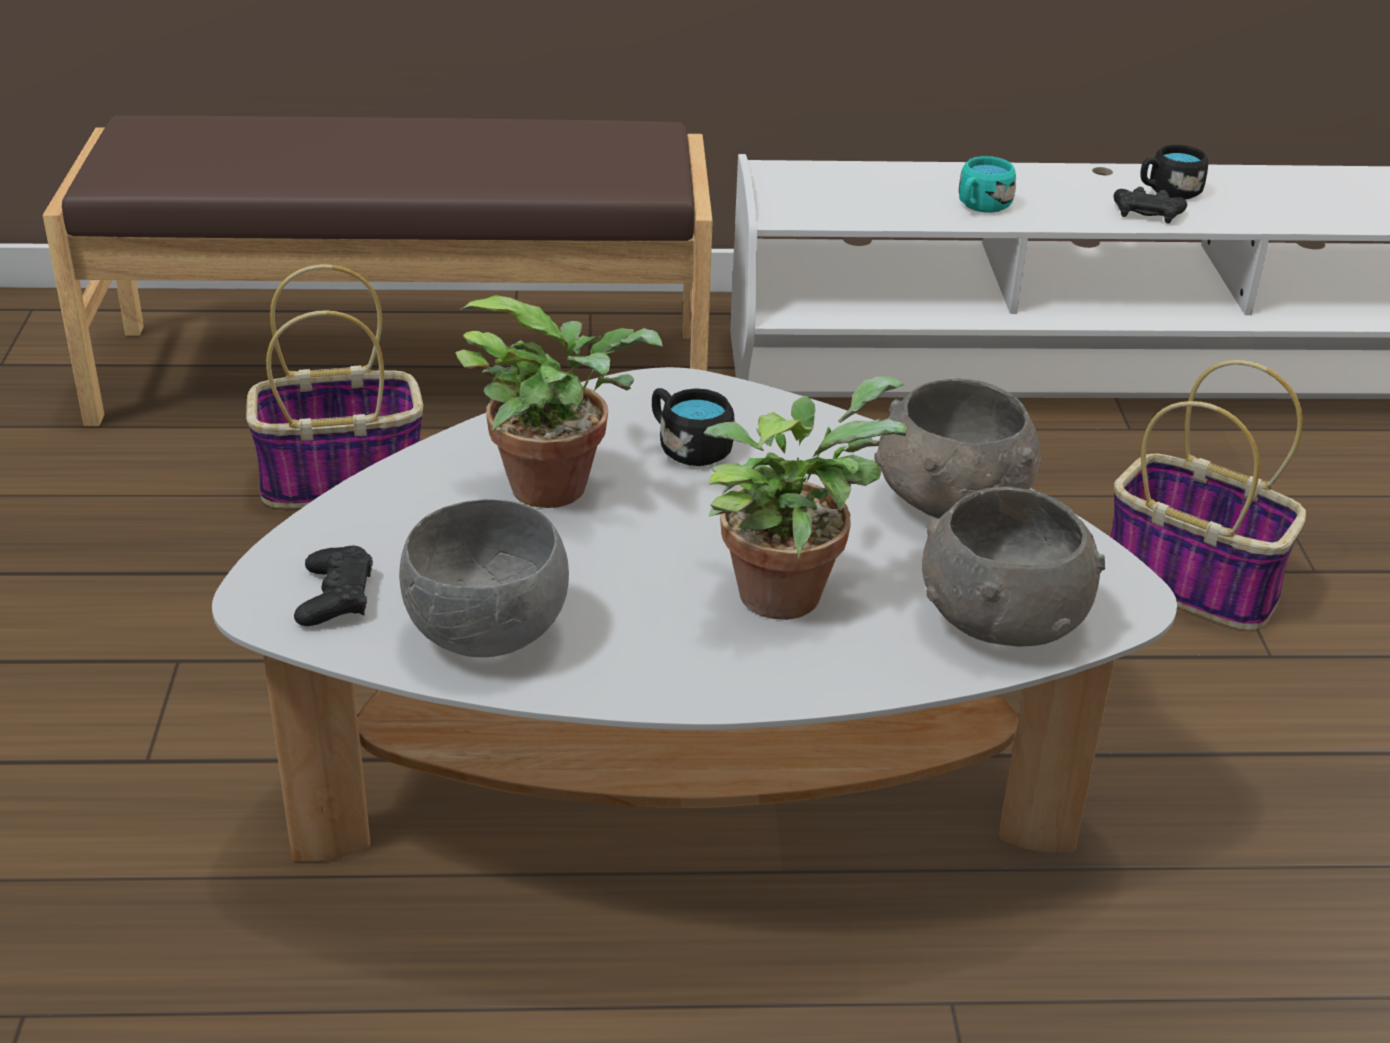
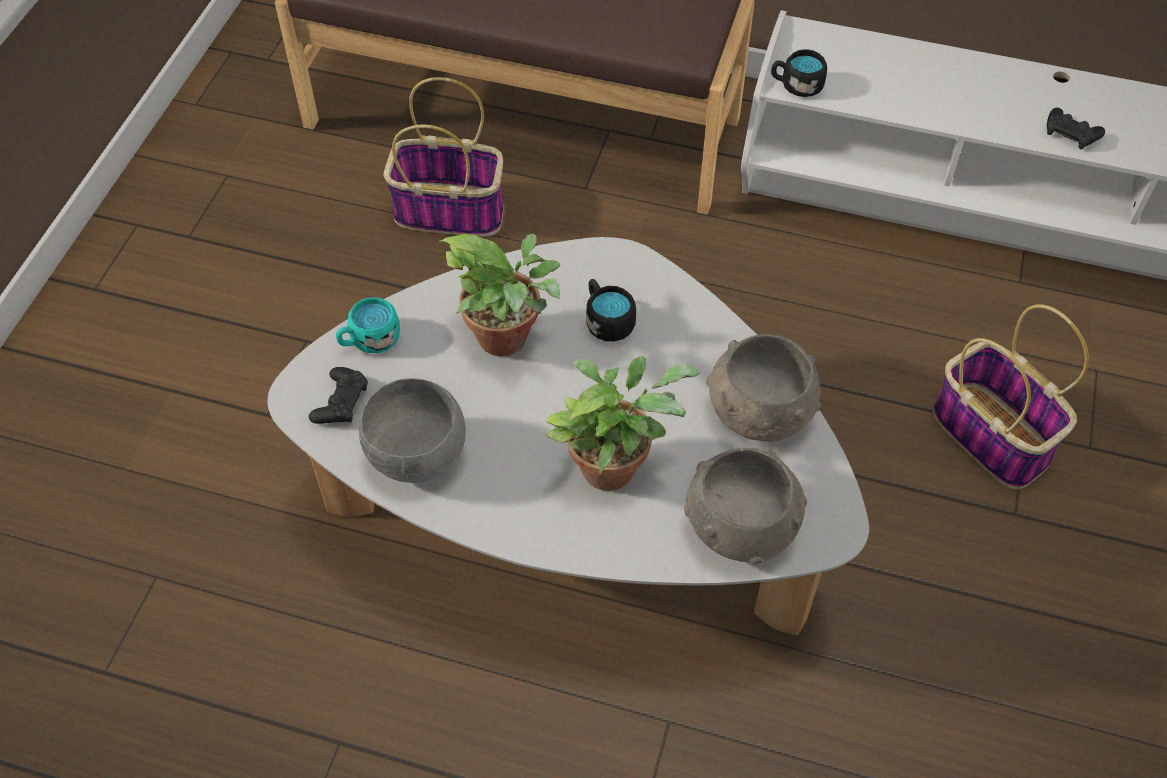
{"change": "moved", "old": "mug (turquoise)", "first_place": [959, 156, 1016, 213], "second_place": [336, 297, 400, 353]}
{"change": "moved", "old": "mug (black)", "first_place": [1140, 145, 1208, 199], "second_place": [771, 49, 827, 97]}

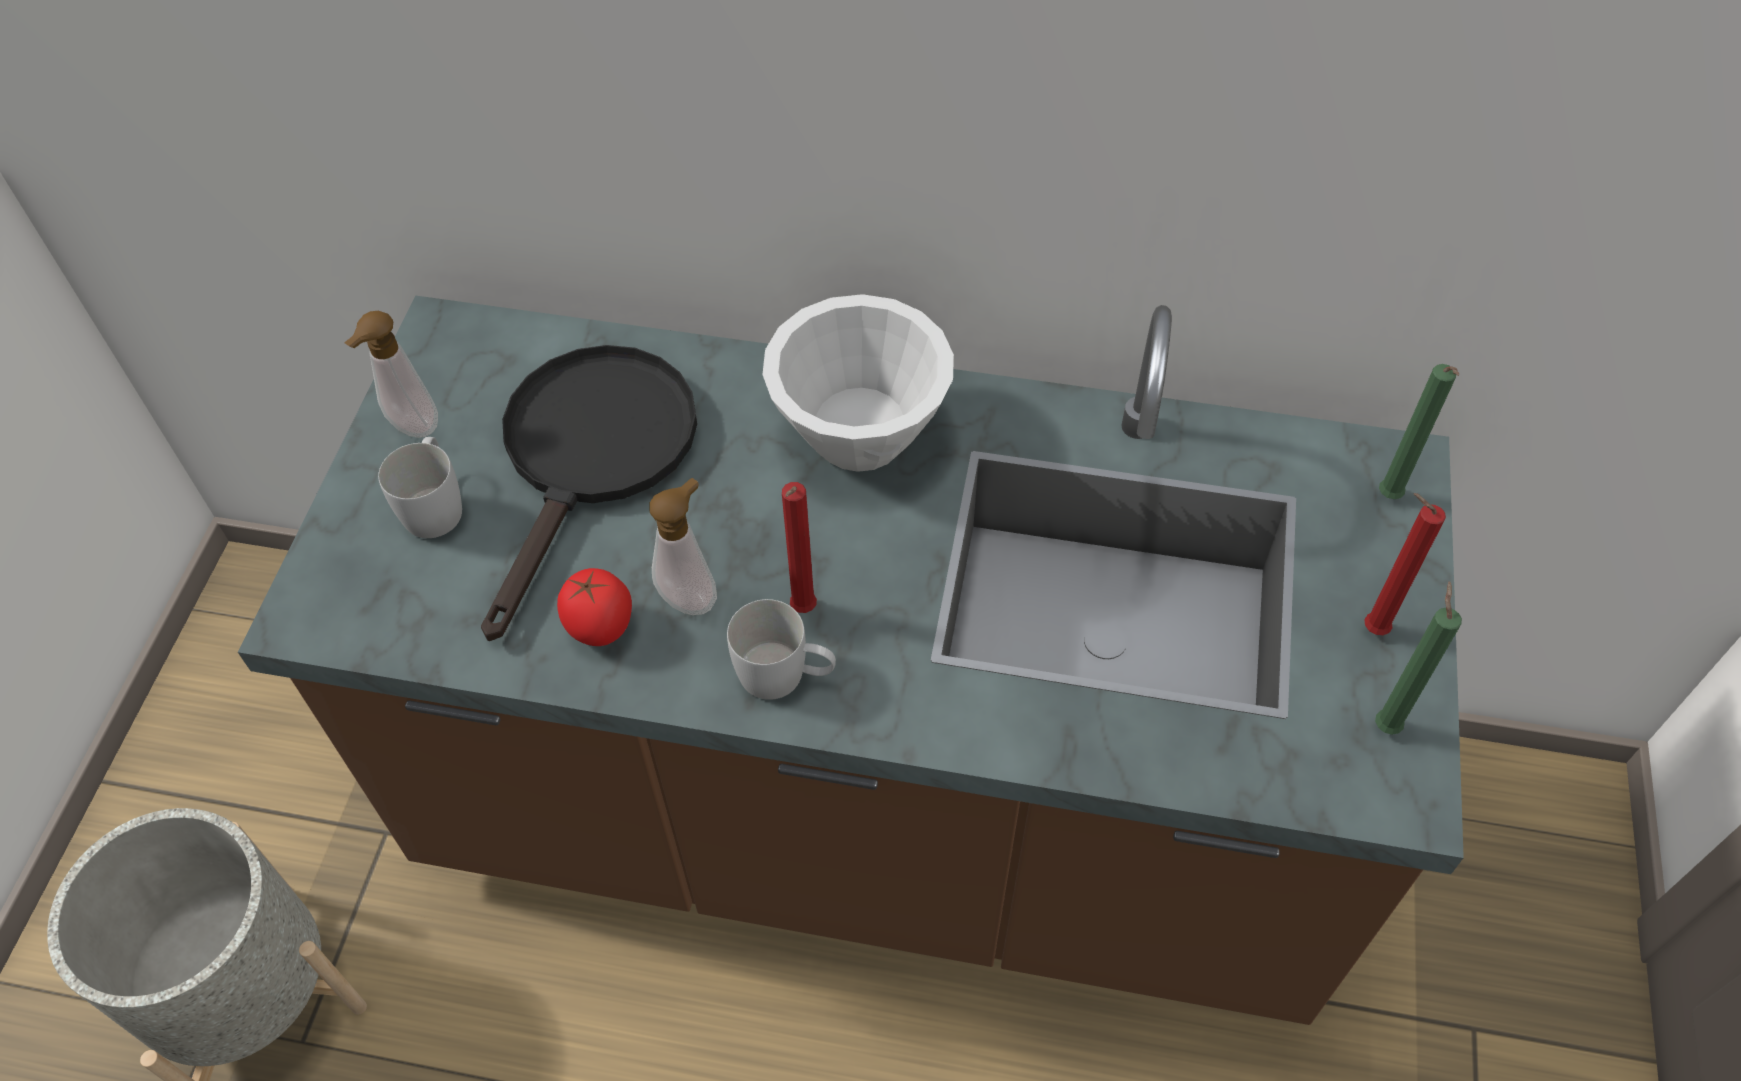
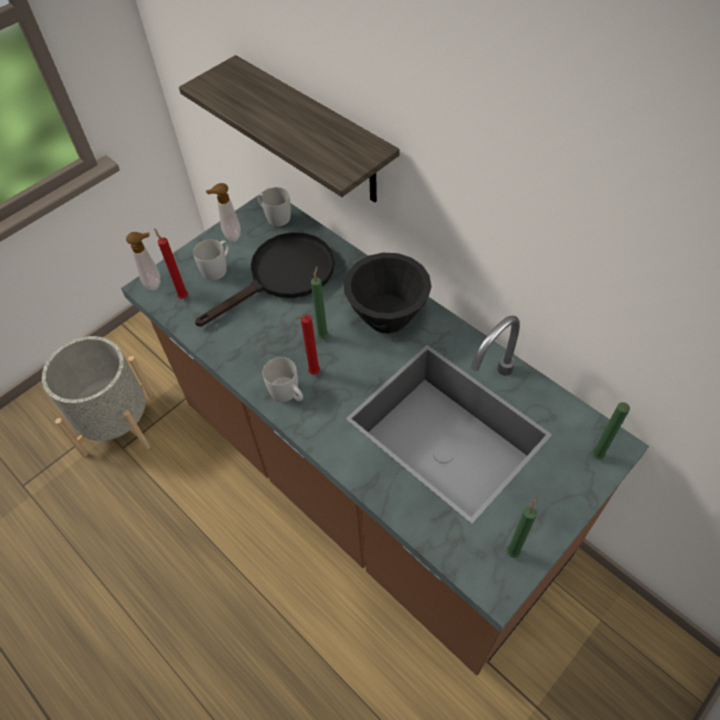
{"change": "moved", "old": "soap dispenser", "first_place": [649, 478, 717, 615], "second_place": [126, 232, 160, 290]}
{"change": "moved", "old": "candle (red)", "first_place": [1365, 493, 1446, 635], "second_place": [154, 228, 188, 299]}
{"change": "added", "new": "shelf", "second_place": [179, 55, 399, 202]}
{"change": "added", "new": "mug (white)", "second_place": [257, 187, 291, 226]}
{"change": "added", "new": "candle (green)", "second_place": [311, 266, 329, 339]}
{"change": "recoloured", "old": "bowl (white)", "new": "bowl (black)", "first_place": [762, 294, 954, 472], "second_place": [343, 253, 432, 333]}
{"change": "removed", "old": "tomato", "first_place": [557, 568, 632, 646]}

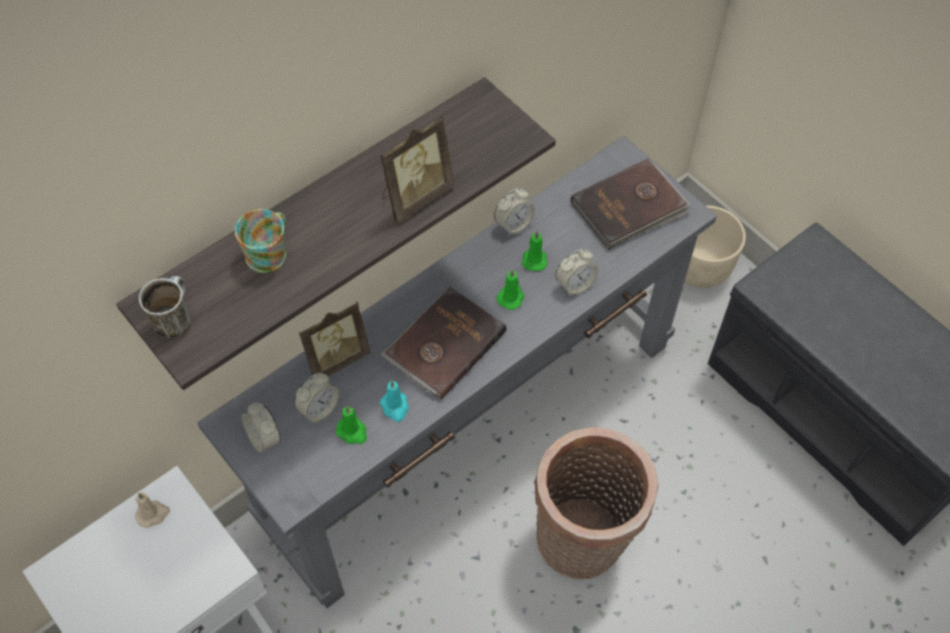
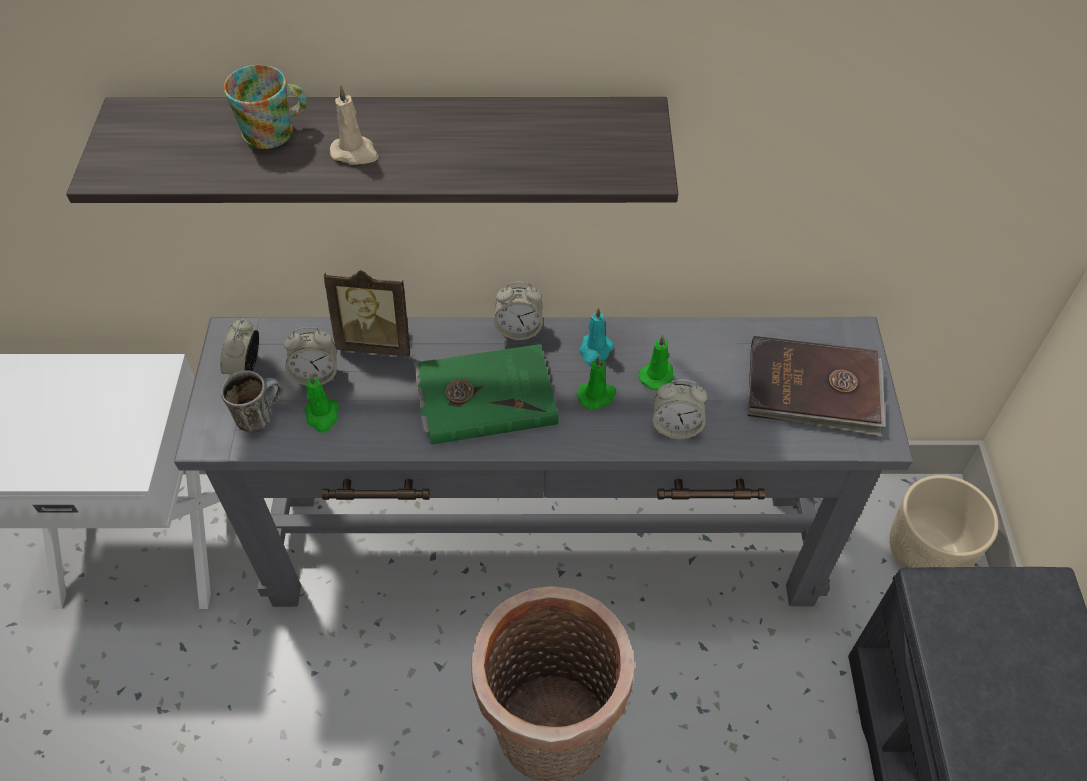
{"change": "moved", "old": "mug", "first_place": [139, 276, 190, 338], "second_place": [221, 370, 283, 432]}
{"change": "moved", "old": "candle (beige)", "first_place": [135, 492, 170, 528], "second_place": [330, 85, 378, 165]}
{"change": "recoloured", "old": "book (brown)", "new": "book (green)", "first_place": [380, 287, 506, 400], "second_place": [414, 344, 559, 445]}
{"change": "moved", "old": "alarm clock", "first_place": [494, 187, 535, 236], "second_place": [494, 282, 543, 340]}
{"change": "moved", "old": "candle (turquoise)", "first_place": [380, 380, 409, 422], "second_place": [579, 307, 614, 365]}
{"change": "removed", "old": "picture frame", "first_place": [380, 116, 454, 223]}

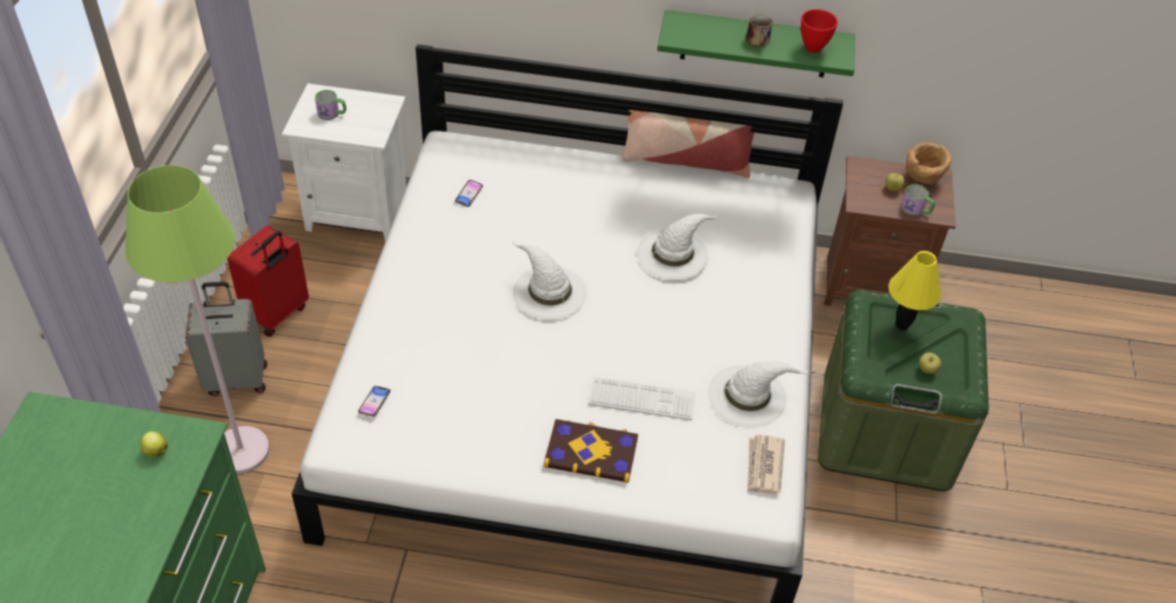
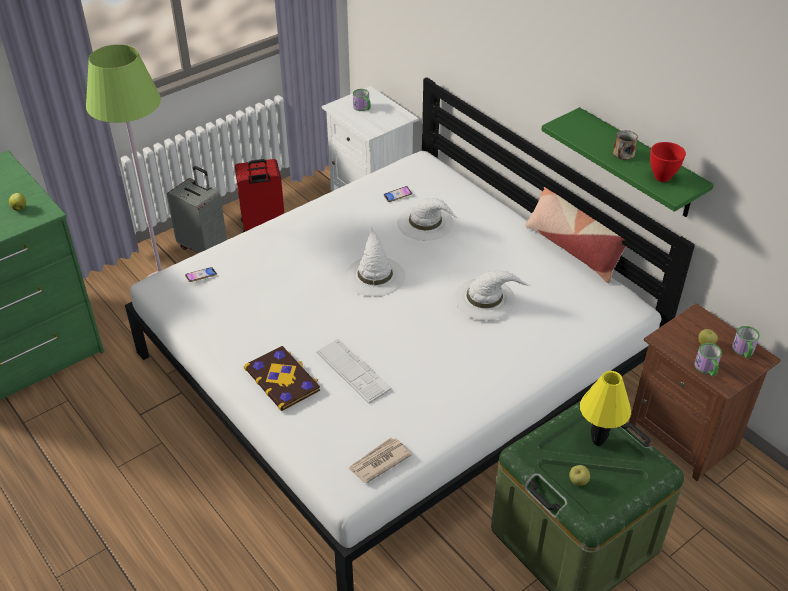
{"change": "moved", "old": "hat (white)", "first_place": [708, 361, 811, 427], "second_place": [397, 198, 459, 241]}
{"change": "replaced", "old": "bowl (brown)", "new": "mug", "first_place": [906, 143, 952, 184], "second_place": [732, 326, 760, 358]}

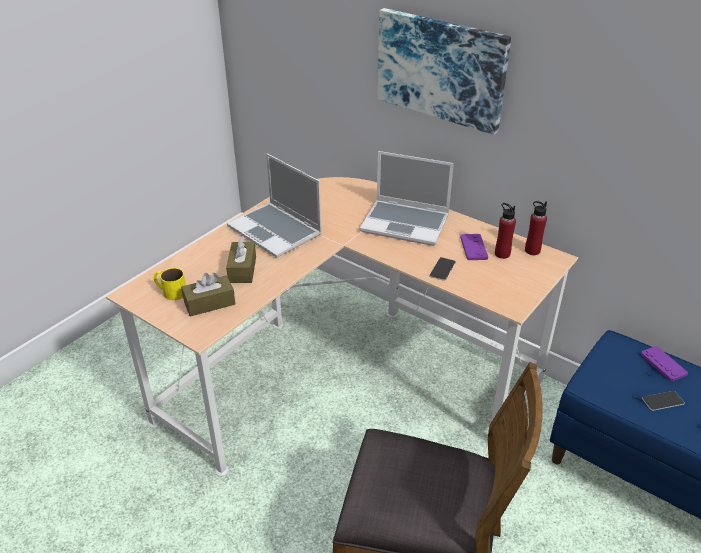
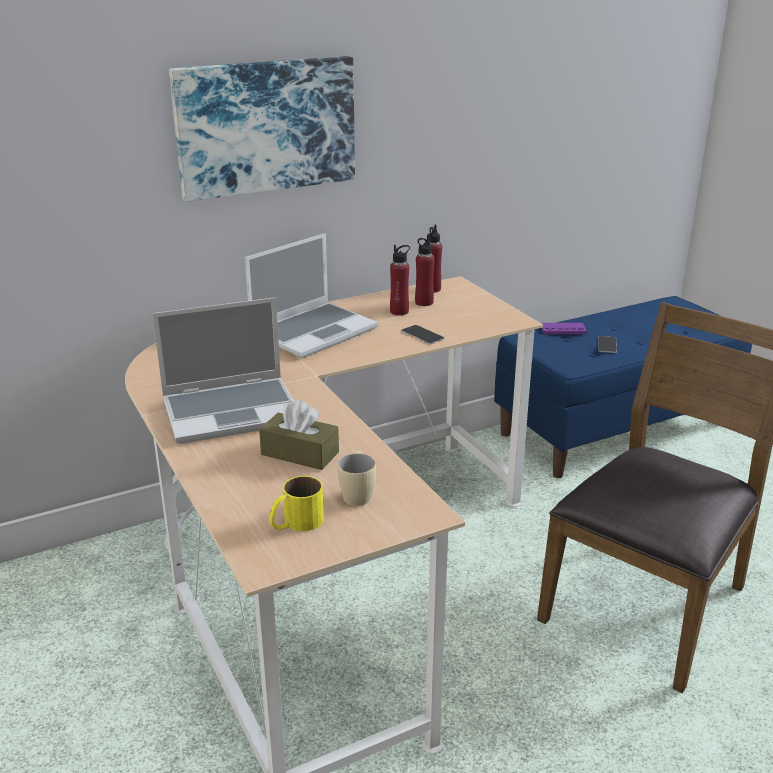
{"change": "replaced", "old": "tissue box (brown)", "new": "mug (beige)", "first_place": [181, 273, 235, 317], "second_place": [338, 451, 376, 506]}
{"change": "replaced", "old": "game controller (purple)", "new": "bottle (red)", "first_place": [460, 234, 488, 260], "second_place": [390, 245, 410, 315]}

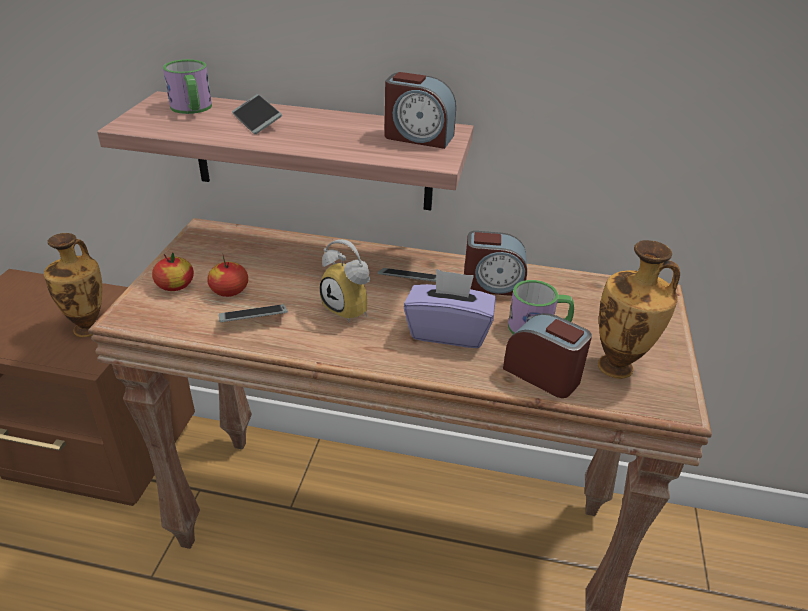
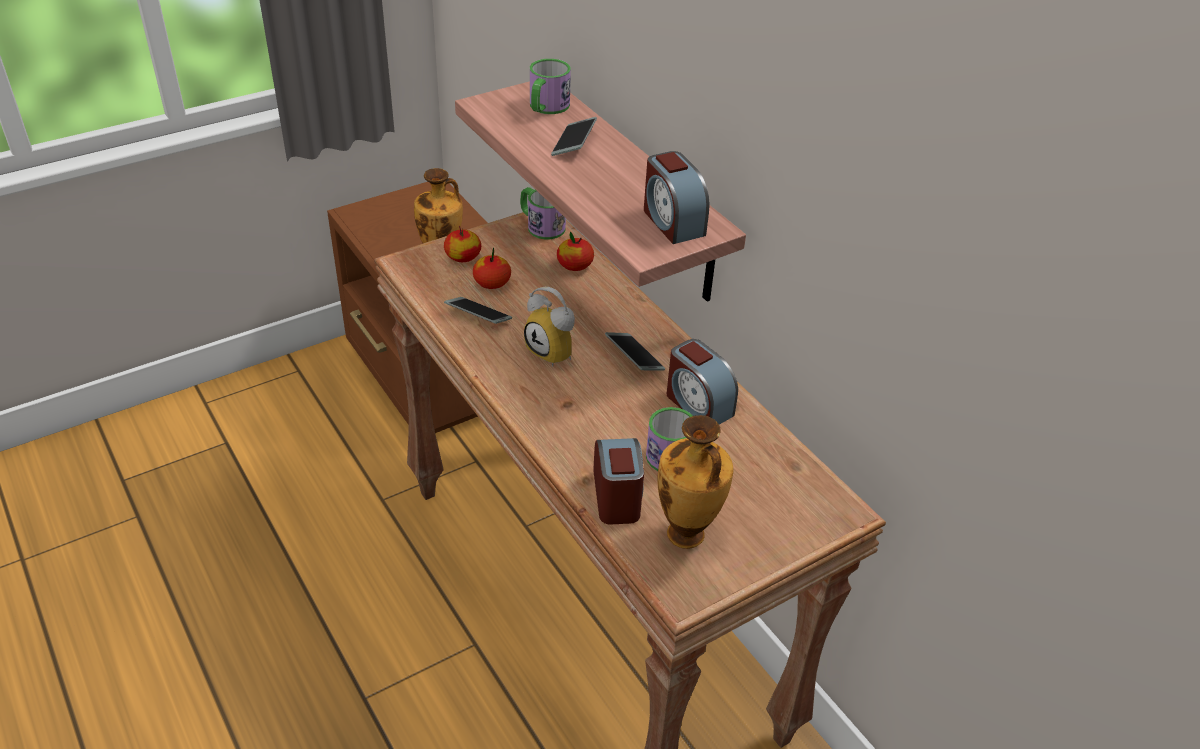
{"change": "added", "new": "mug", "second_place": [520, 187, 566, 239]}
{"change": "turned", "old": "alarm clock", "first_place": [320, 239, 370, 323], "second_place": [524, 287, 575, 367], "degrees": -45}
{"change": "added", "new": "apple", "second_place": [557, 232, 594, 271]}
{"change": "removed", "old": "tissue box (purple)", "first_place": [404, 269, 496, 348]}

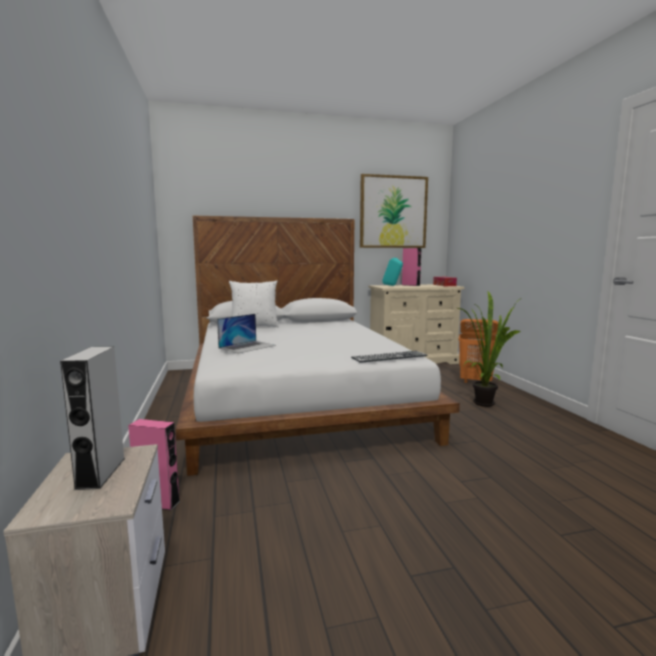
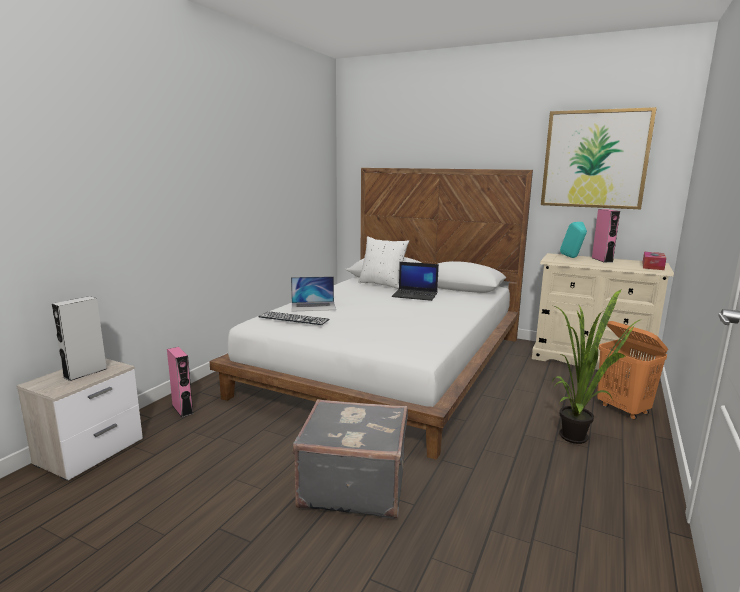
{"change": "moved", "old": "keyboard", "first_place": [351, 351, 428, 363], "second_place": [259, 311, 330, 325]}
{"change": "added", "new": "suitcase (grey)", "second_place": [293, 399, 408, 519]}
{"change": "added", "new": "laptop", "second_place": [392, 262, 439, 301]}

